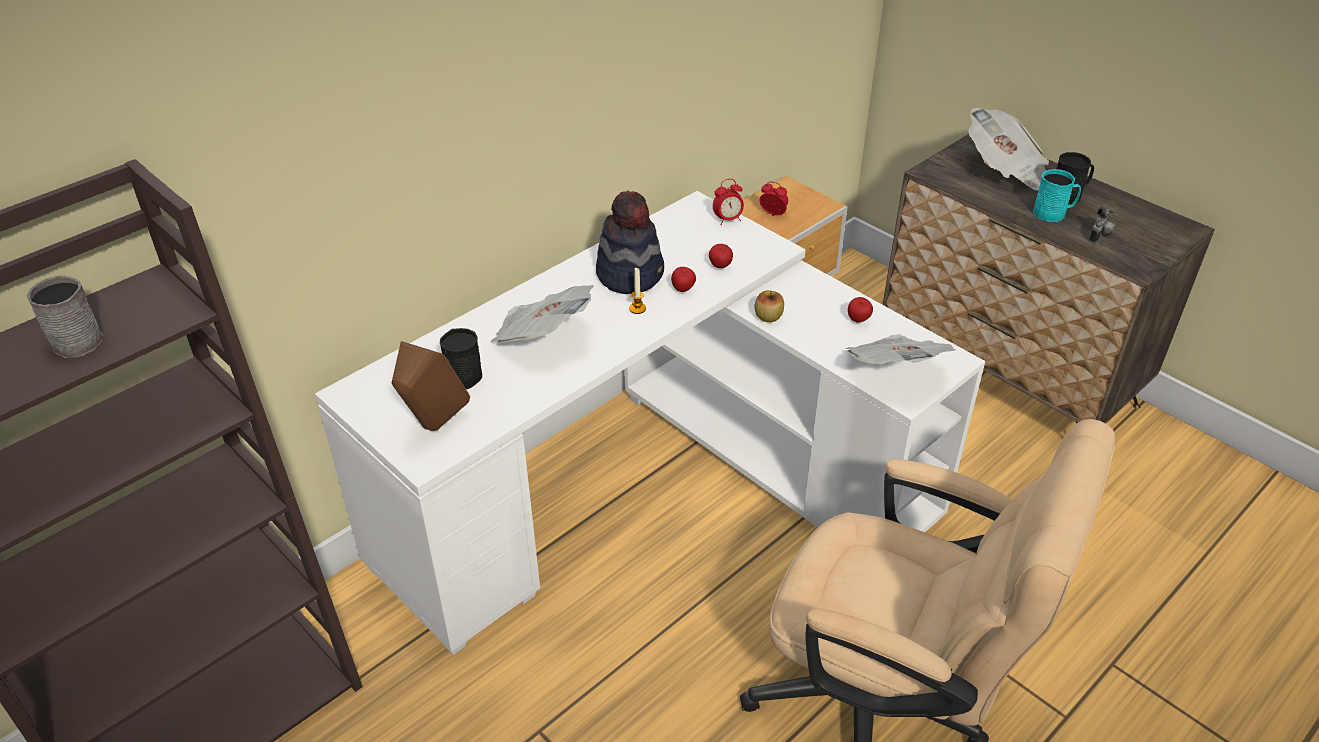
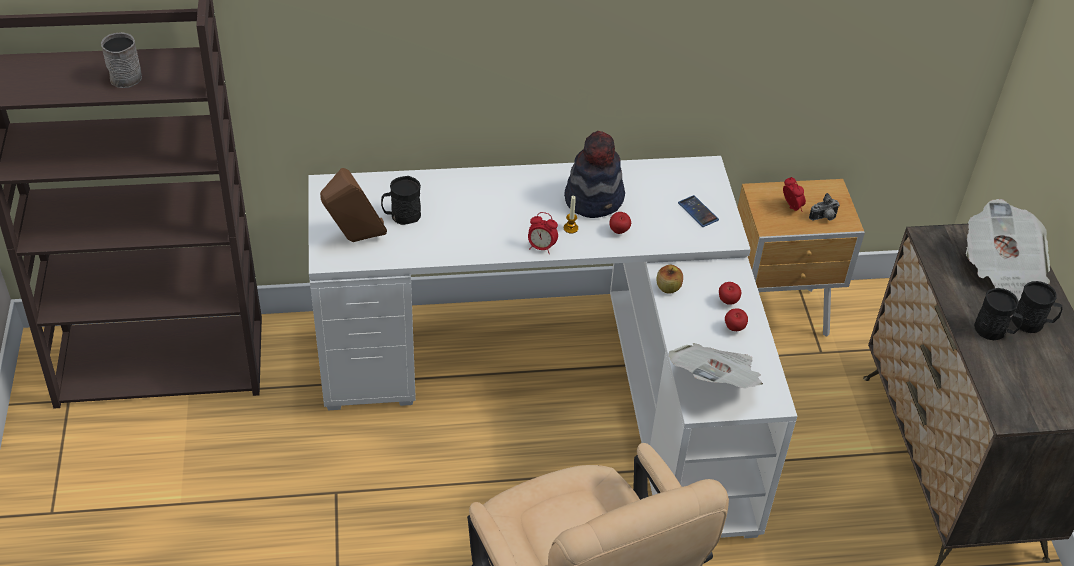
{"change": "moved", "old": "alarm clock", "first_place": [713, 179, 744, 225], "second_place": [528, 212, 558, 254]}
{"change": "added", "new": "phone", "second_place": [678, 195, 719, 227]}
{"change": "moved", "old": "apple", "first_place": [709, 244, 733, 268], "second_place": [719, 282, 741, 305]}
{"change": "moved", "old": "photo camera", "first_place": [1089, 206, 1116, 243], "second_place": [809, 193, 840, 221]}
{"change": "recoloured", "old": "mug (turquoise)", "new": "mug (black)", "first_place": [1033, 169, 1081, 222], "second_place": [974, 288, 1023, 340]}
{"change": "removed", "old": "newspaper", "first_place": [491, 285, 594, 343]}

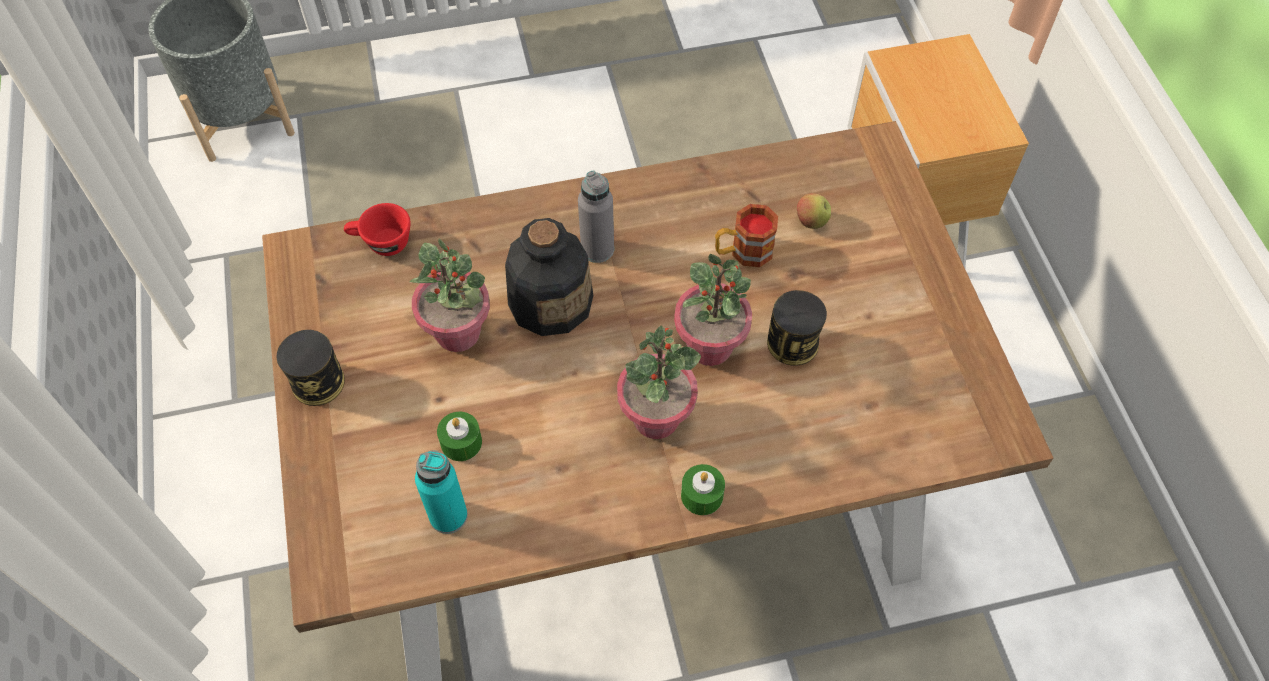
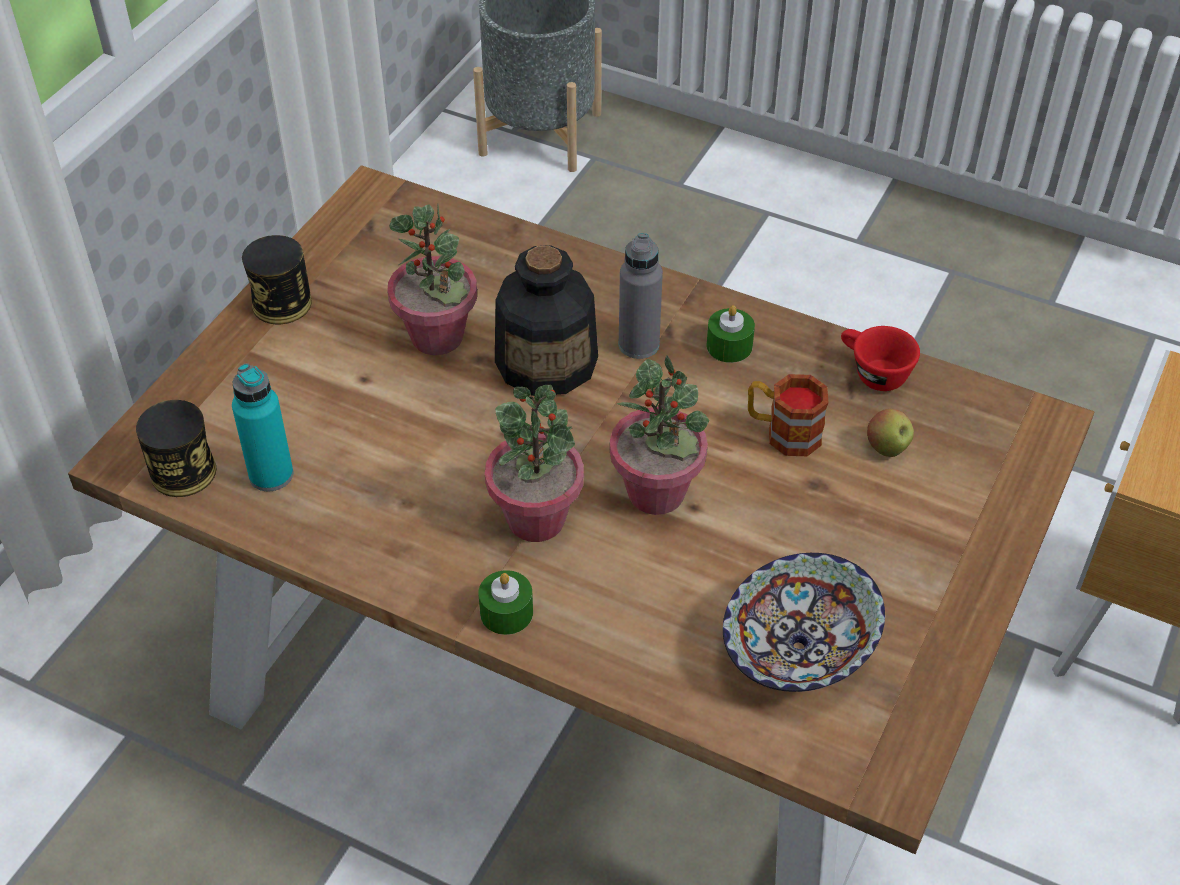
{"change": "moved", "old": "can", "first_place": [767, 290, 827, 366], "second_place": [136, 400, 216, 497]}
{"change": "moved", "old": "candle (green)", "first_place": [437, 412, 482, 461], "second_place": [707, 305, 755, 363]}
{"change": "added", "new": "bowl", "second_place": [723, 553, 885, 692]}
{"change": "moved", "old": "cup (red)", "first_place": [344, 203, 411, 256], "second_place": [841, 326, 920, 391]}

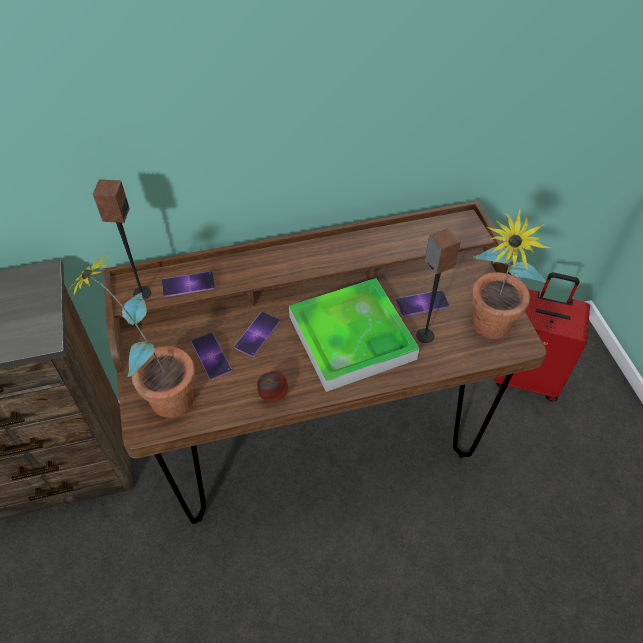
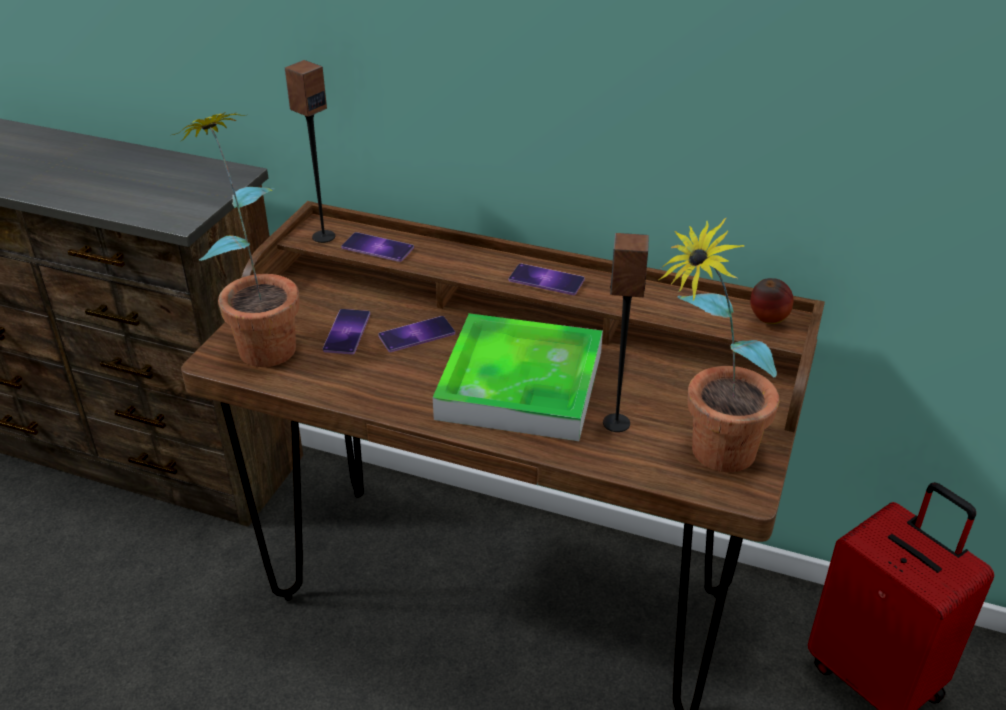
{"change": "moved", "old": "phone", "first_place": [396, 290, 449, 317], "second_place": [509, 264, 585, 295]}
{"change": "moved", "old": "apple", "first_place": [257, 371, 288, 402], "second_place": [750, 278, 794, 324]}

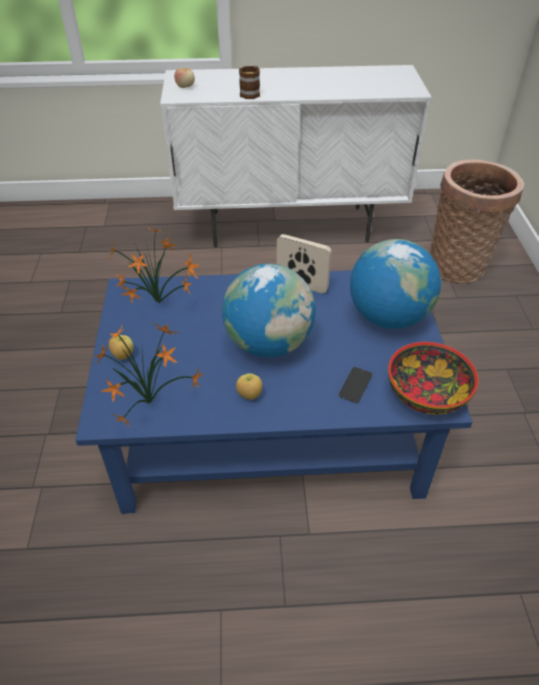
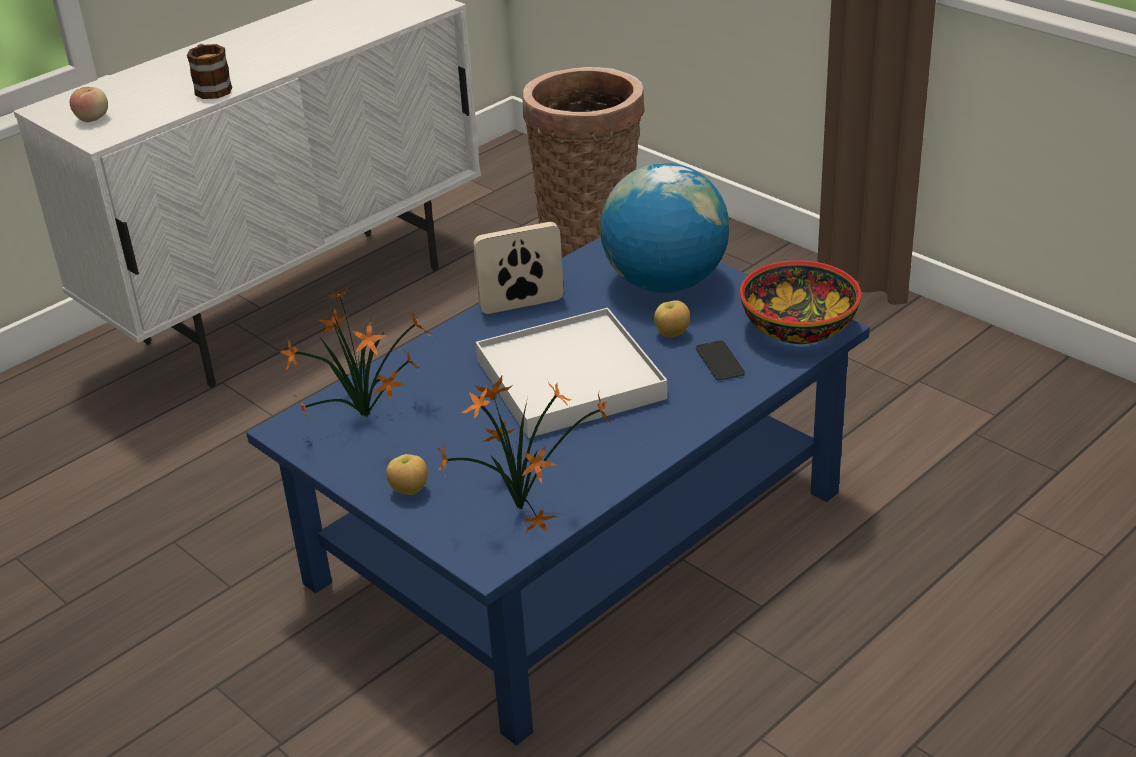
{"change": "replaced", "old": "globe", "new": "tray (white)", "first_place": [222, 264, 316, 357], "second_place": [476, 308, 668, 438]}
{"change": "moved", "old": "apple", "first_place": [236, 373, 262, 400], "second_place": [654, 300, 690, 338]}

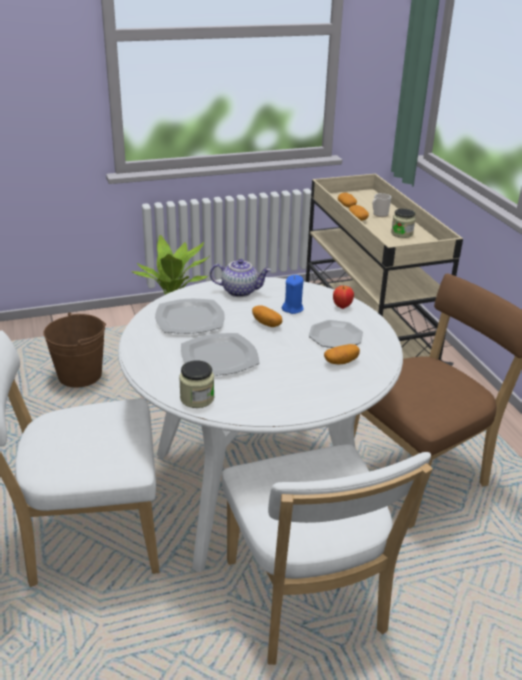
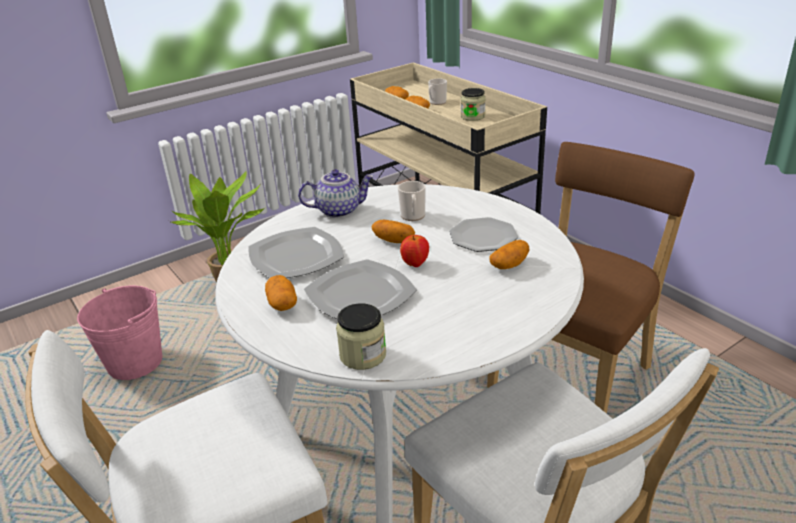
{"change": "recoloured", "old": "bucket (brown)", "new": "bucket (pink)", "first_place": [43, 313, 106, 388], "second_place": [77, 286, 162, 380]}
{"change": "added", "new": "potato", "second_place": [265, 275, 297, 311]}
{"change": "replaced", "old": "candle (blue)", "new": "mug", "first_place": [282, 275, 304, 314], "second_place": [398, 181, 426, 221]}
{"change": "moved", "old": "apple", "first_place": [333, 285, 354, 309], "second_place": [400, 235, 429, 267]}

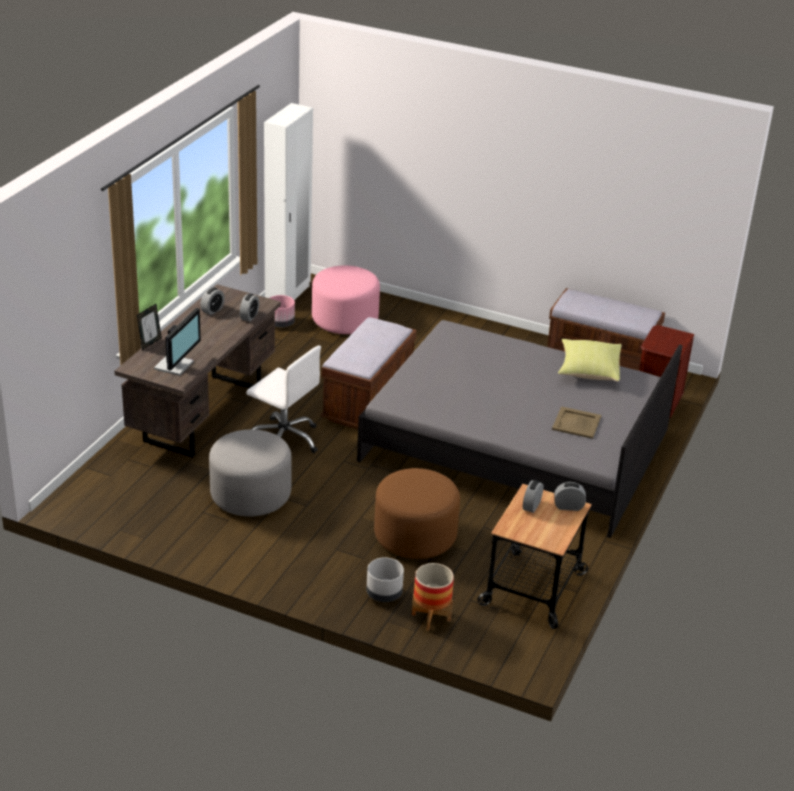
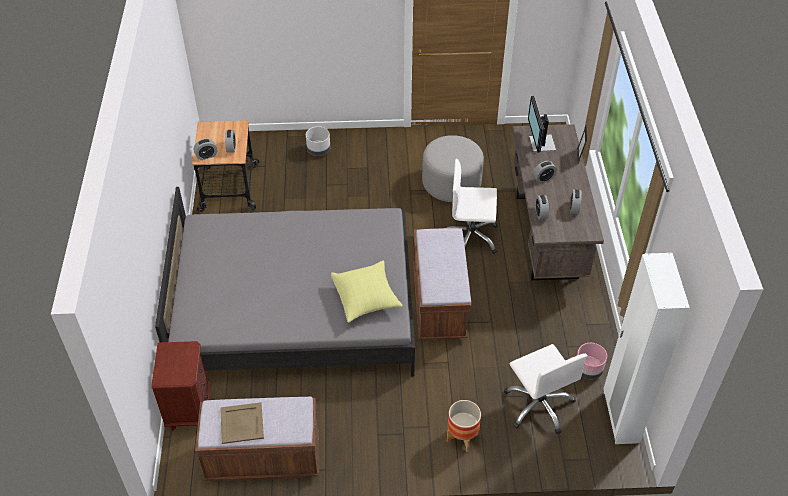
{"change": "moved", "old": "tray (beige)", "first_place": [552, 406, 601, 439], "second_place": [220, 402, 264, 444]}
{"change": "moved", "old": "pillow (yellow)", "first_place": [558, 339, 622, 382], "second_place": [331, 260, 403, 323]}
{"change": "moved", "old": "planter", "first_place": [412, 563, 454, 631], "second_place": [447, 400, 481, 452]}
{"change": "replaced", "old": "ottoman (pink)", "new": "office chair (white)", "first_place": [312, 265, 380, 334], "second_place": [504, 344, 587, 434]}
{"change": "added", "new": "alarm clock", "second_place": [533, 161, 557, 183]}
{"change": "removed", "old": "ottoman (brown)", "first_place": [374, 468, 460, 559]}

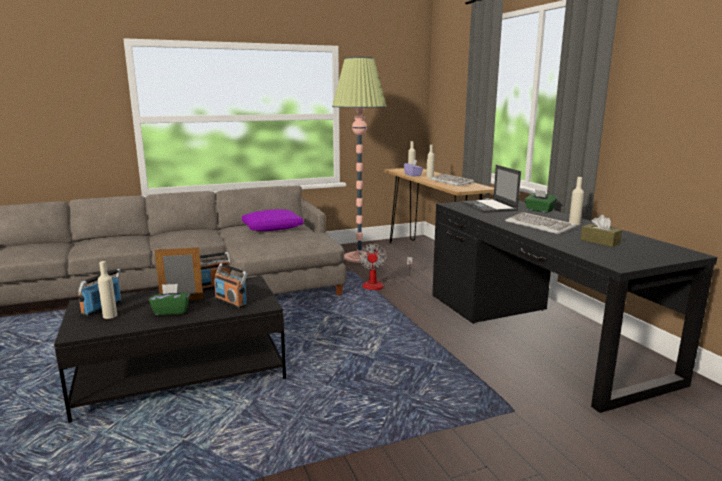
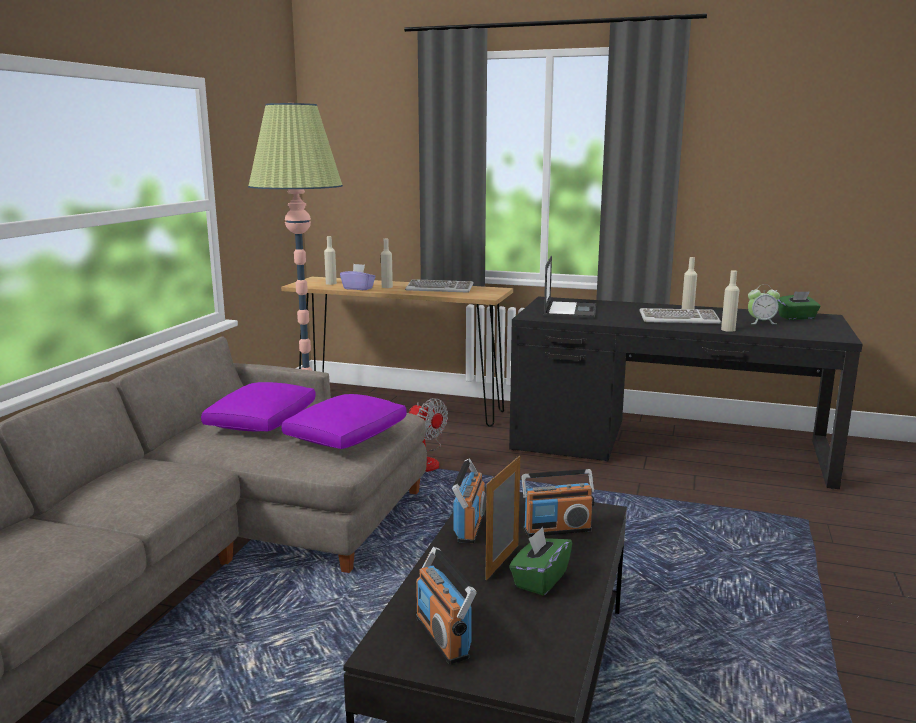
{"change": "added", "new": "pillow (purple)", "second_place": [282, 394, 407, 449]}
{"change": "turned", "old": "laptop", "first_place": [462, 165, 521, 213], "second_place": [543, 256, 596, 319], "degrees": -105}
{"change": "moved", "old": "bottle (beige)", "first_place": [98, 261, 117, 319], "second_place": [721, 270, 739, 332]}
{"change": "replaced", "old": "tissue box (brown)", "new": "alarm clock", "first_place": [581, 215, 622, 247], "second_place": [748, 284, 780, 324]}
{"change": "moved", "old": "tissue box (green)", "first_place": [525, 190, 557, 213], "second_place": [777, 291, 821, 320]}

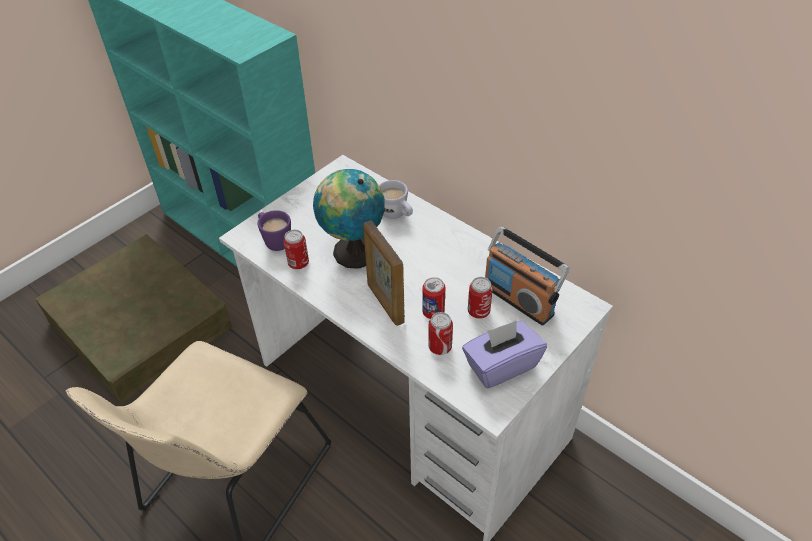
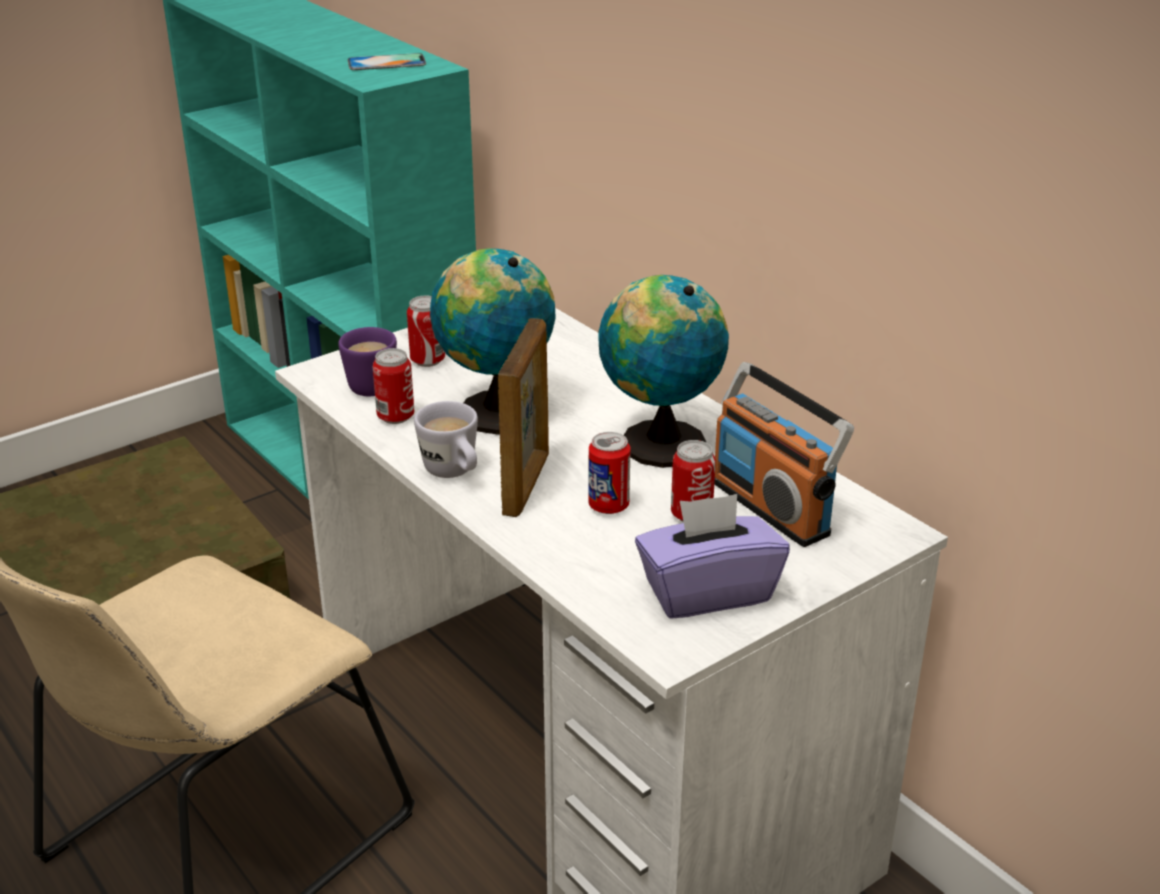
{"change": "added", "new": "phone", "second_place": [348, 53, 426, 70]}
{"change": "moved", "old": "can", "first_place": [428, 312, 453, 355], "second_place": [407, 296, 445, 367]}
{"change": "moved", "old": "mug (white)", "first_place": [379, 180, 413, 219], "second_place": [414, 401, 478, 478]}
{"change": "turned", "old": "picture frame", "first_place": [363, 221, 405, 326], "second_place": [498, 318, 549, 517], "degrees": -150}
{"change": "added", "new": "globe", "second_place": [598, 275, 729, 468]}

